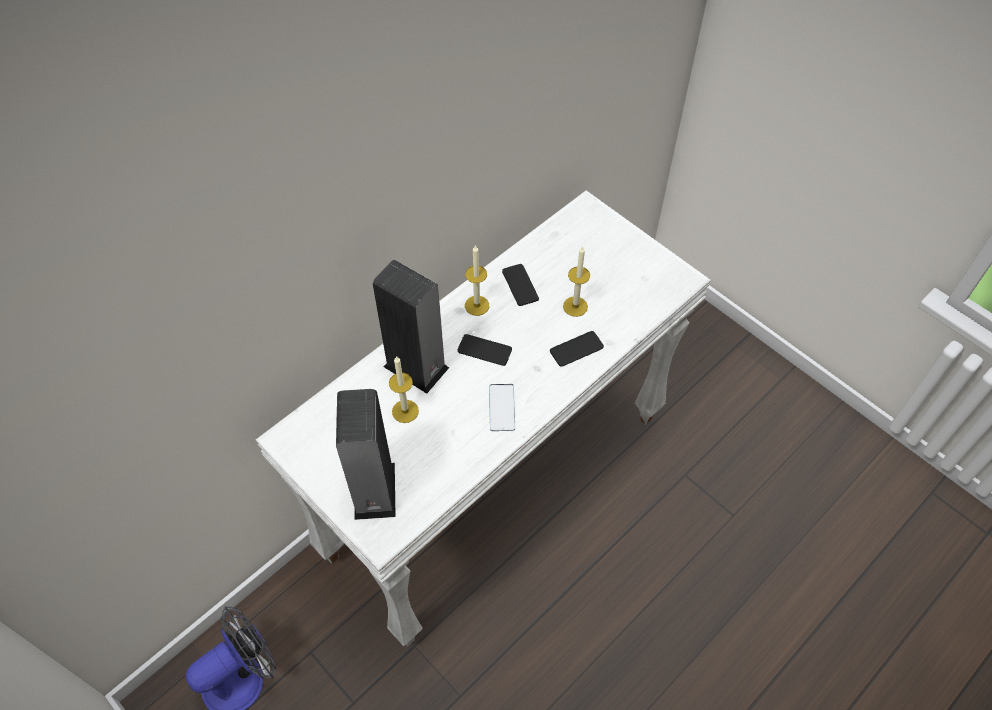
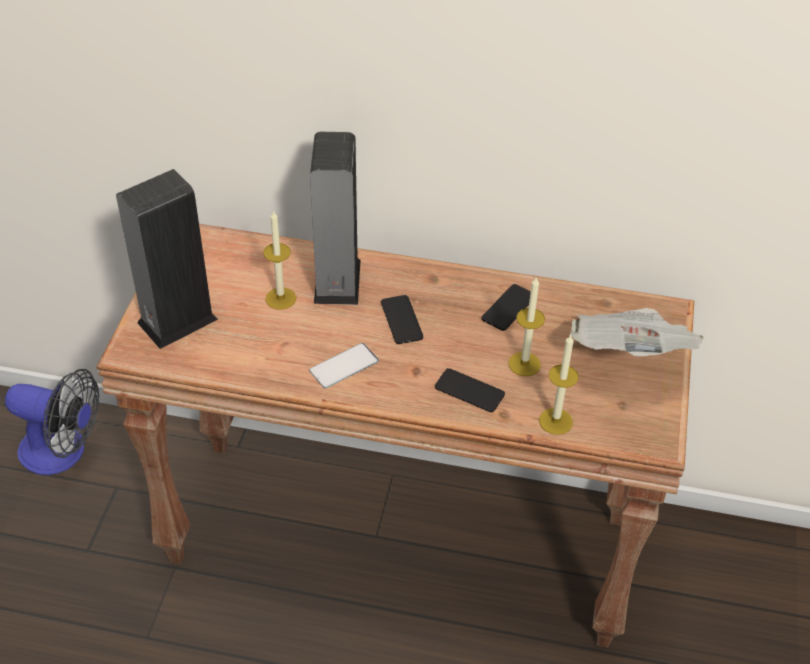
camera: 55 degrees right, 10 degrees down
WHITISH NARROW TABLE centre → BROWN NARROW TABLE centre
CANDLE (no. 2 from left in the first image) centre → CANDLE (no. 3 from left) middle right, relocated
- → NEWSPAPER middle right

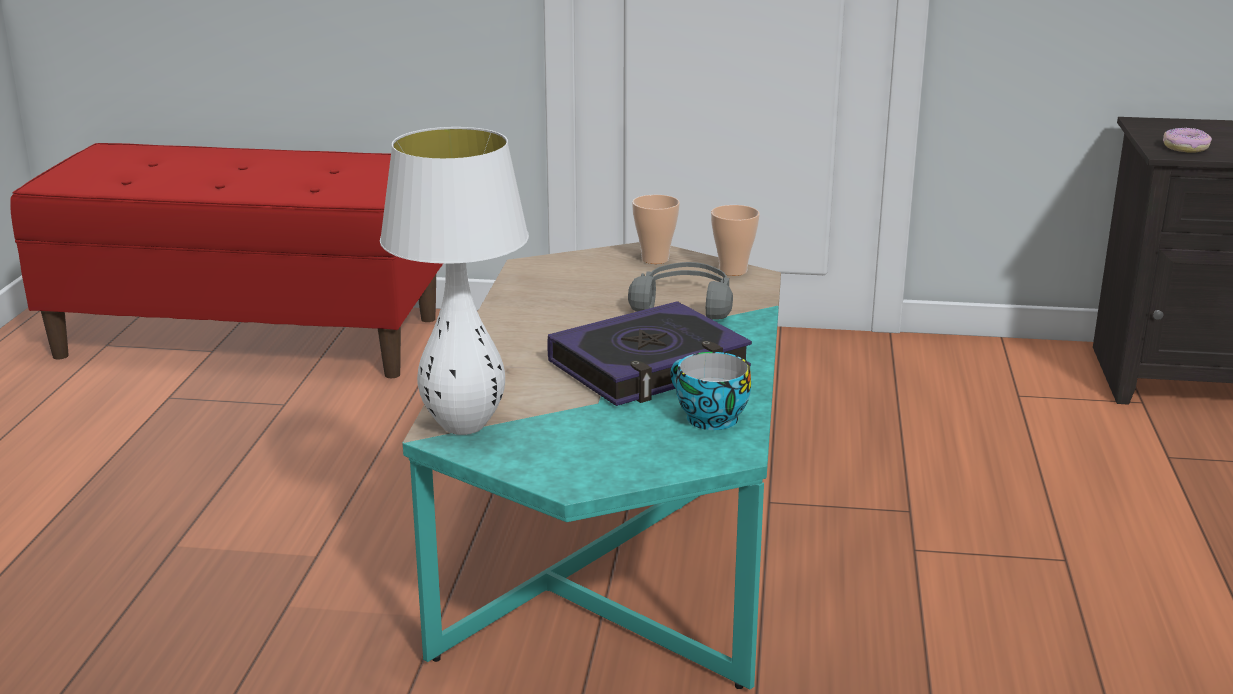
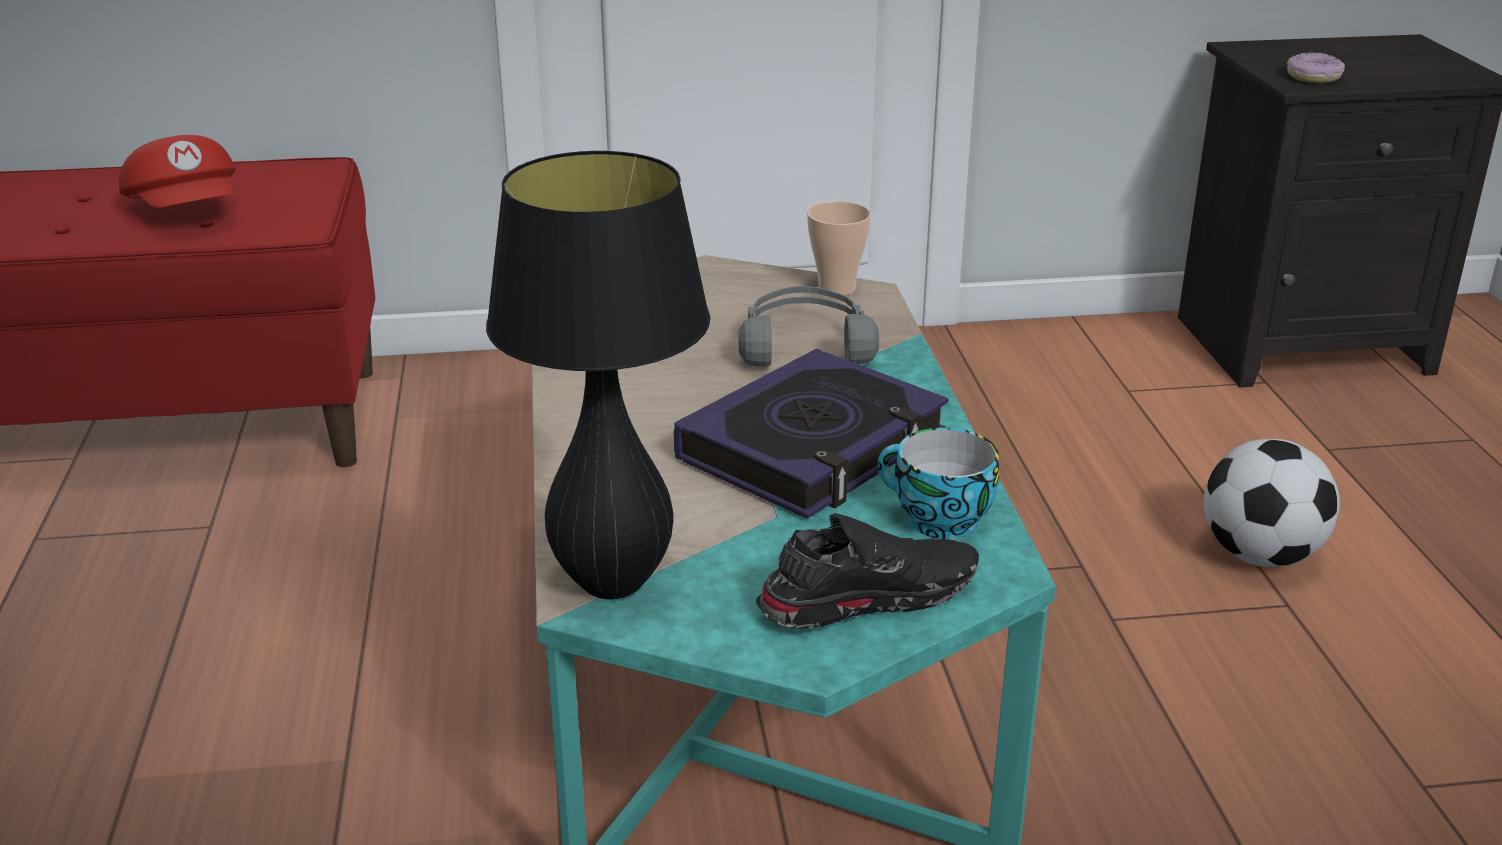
camera: 15 degrees left, 5 degrees up
WHITISH TABLE LAMP centre → BLACKISH TABLE LAMP centre
CUP (no. 1 from left) top centre → -
- → RED PEAKED CAP top left
- → BLACKISH ITEM OF FOOTWEAR bottom centre
- → FOOTBALL BALL middle right

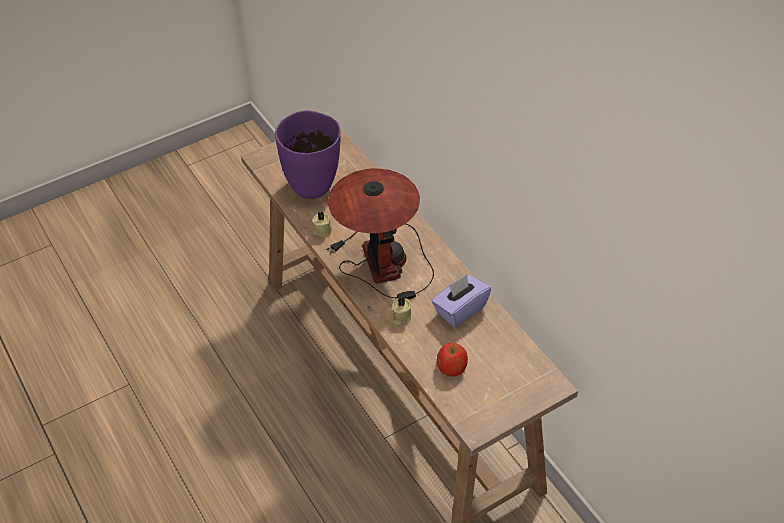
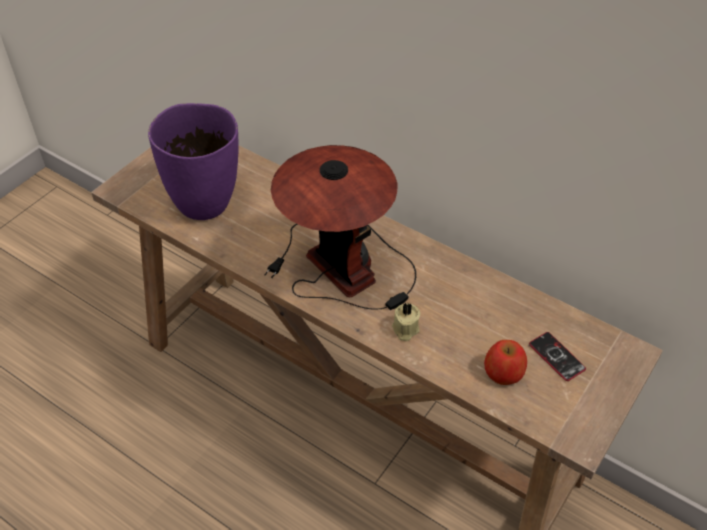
camera: 25 degrees left, 0 degrees up
BEIGE CANDLE (no. 1 from left) centre → -
PURPLISH TISSUE BOX centre → -
- → HANDSET bottom right

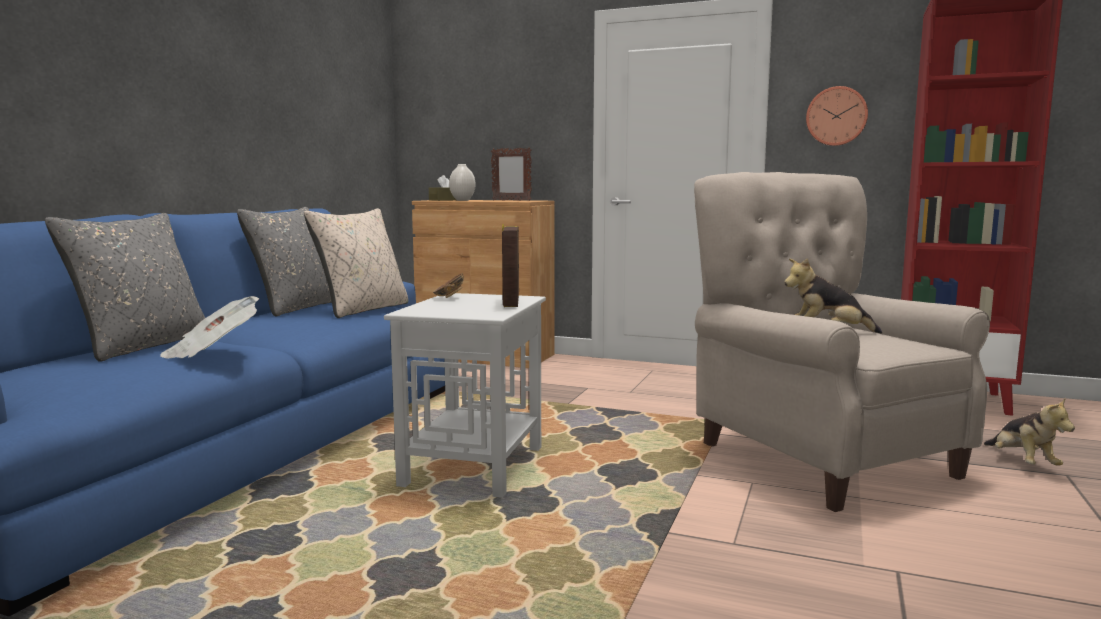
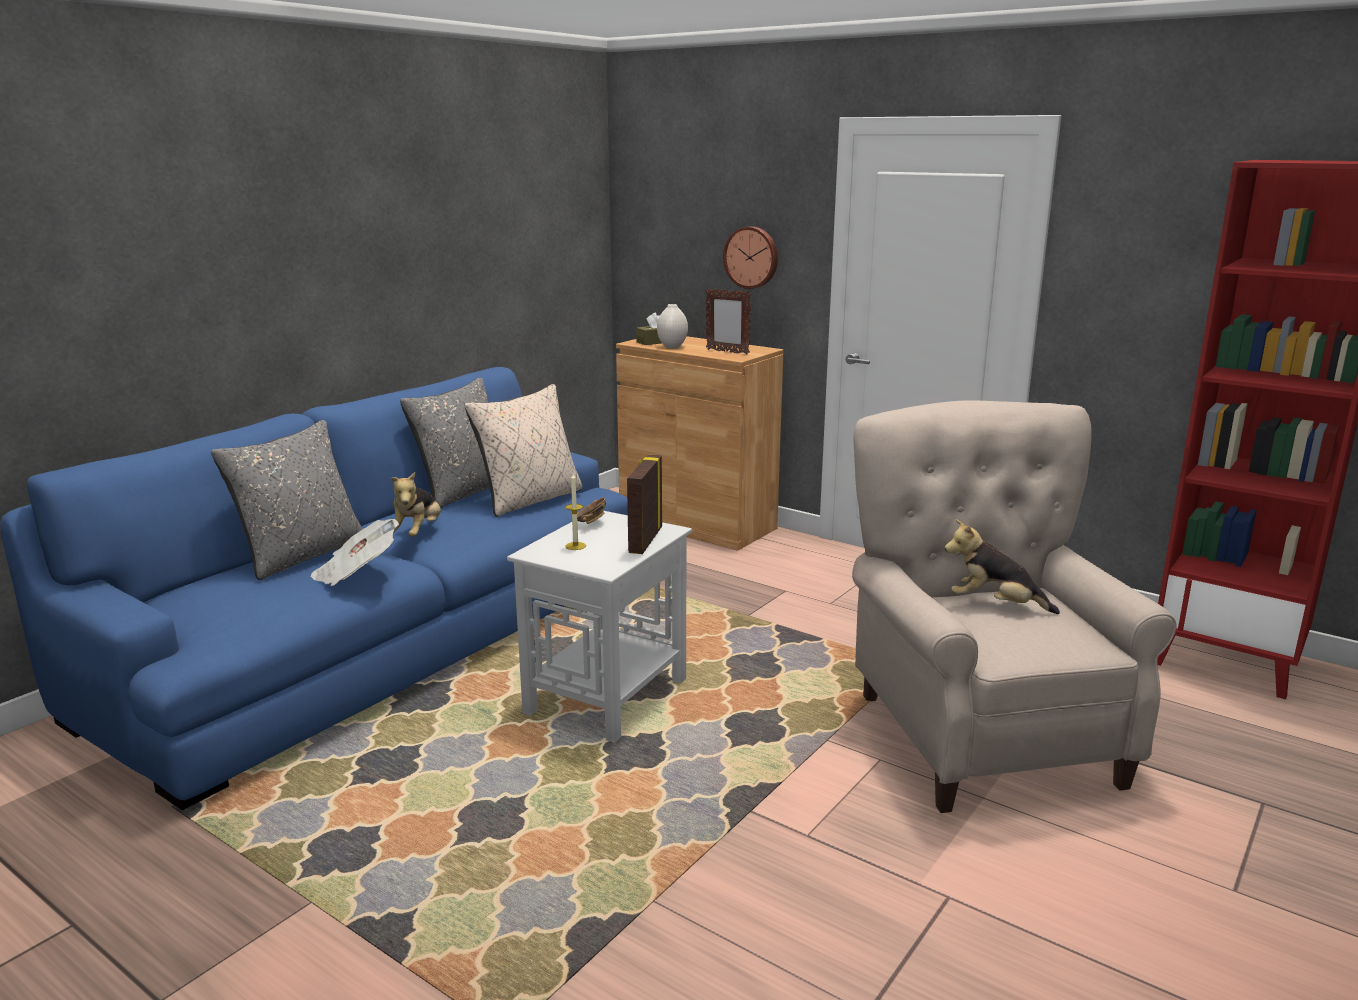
camera: 15 degrees right, 10 degrees up
HANGING CLOCK top right → HANGING CLOCK top centre, relocated
CUDDLY TOY (no. 2 from left in the first image) bottom right → CUDDLY TOY (no. 1 from left) middle left, relocated
- → CANDLE centre

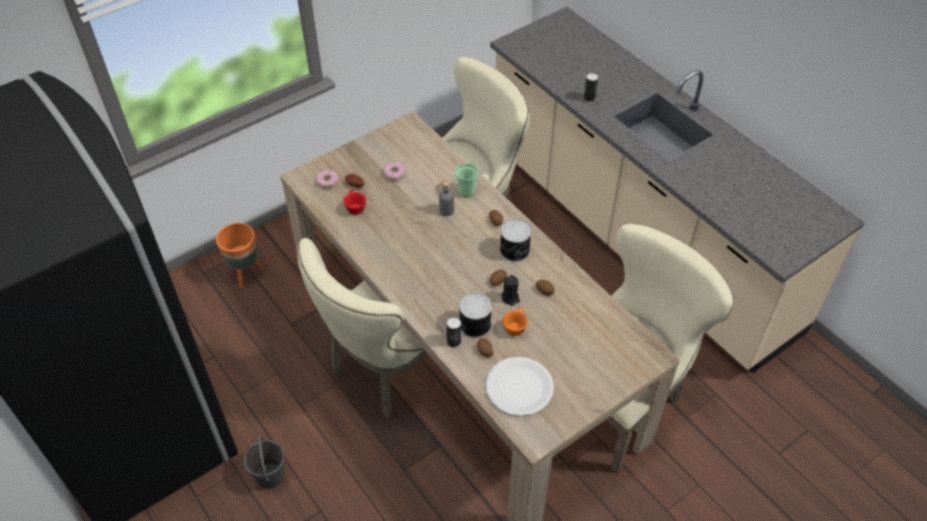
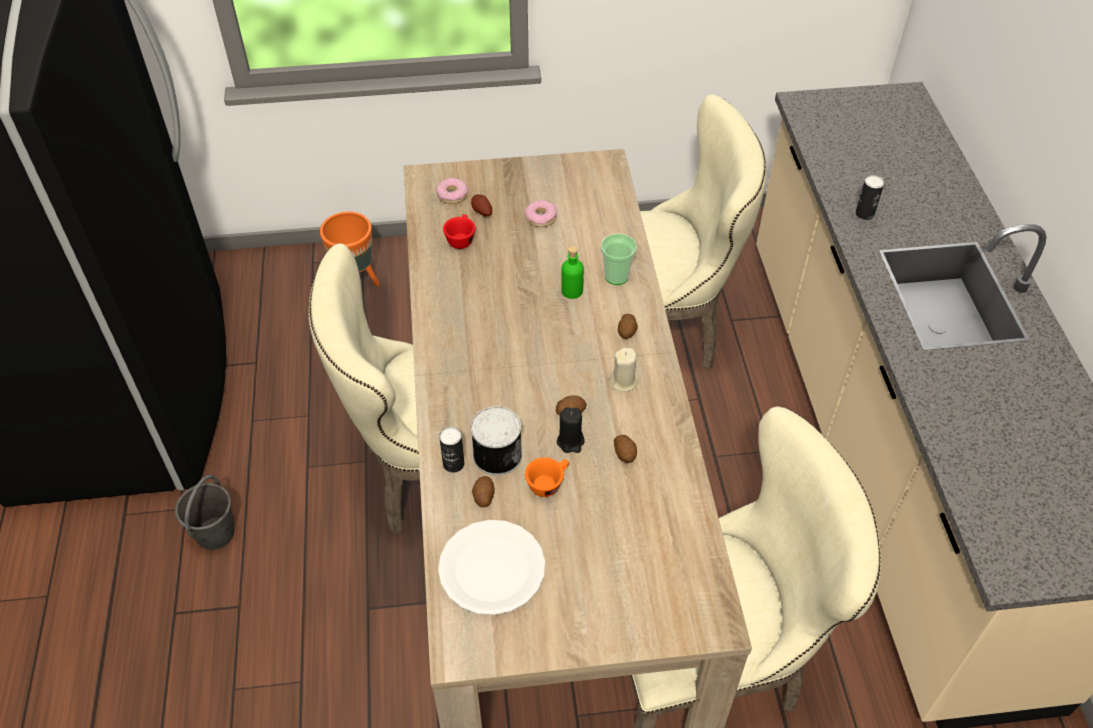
camera: 30 degrees right, 0 degrees up
GRAY BOTTLE centre → GREEN BOTTLE centre
METAL CAN (no. 3 from left) centre → BEIGE CANDLE centre

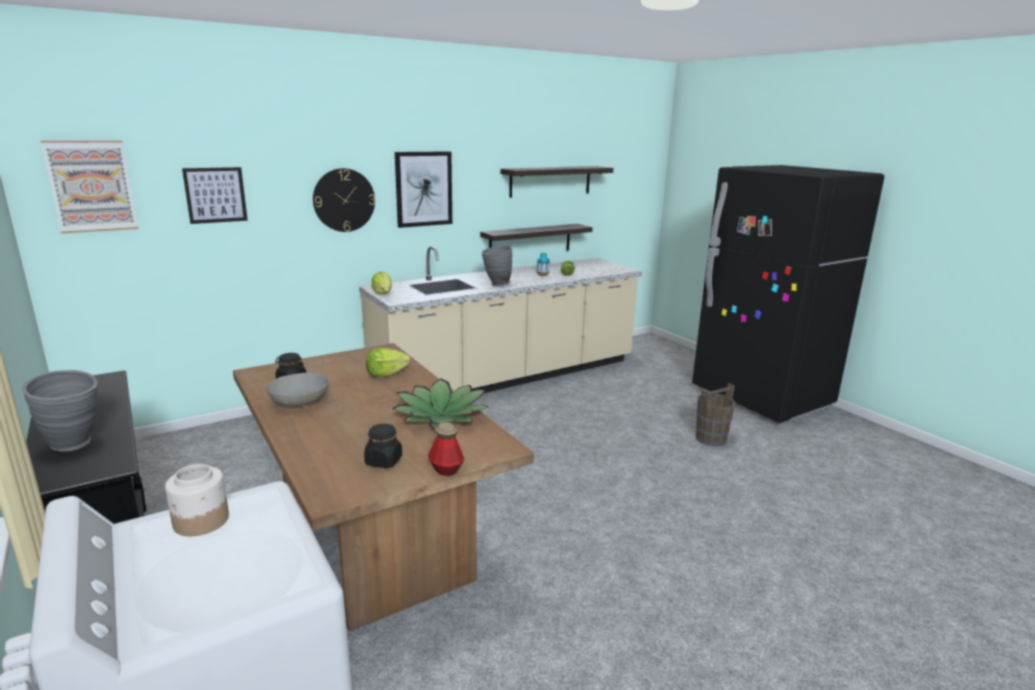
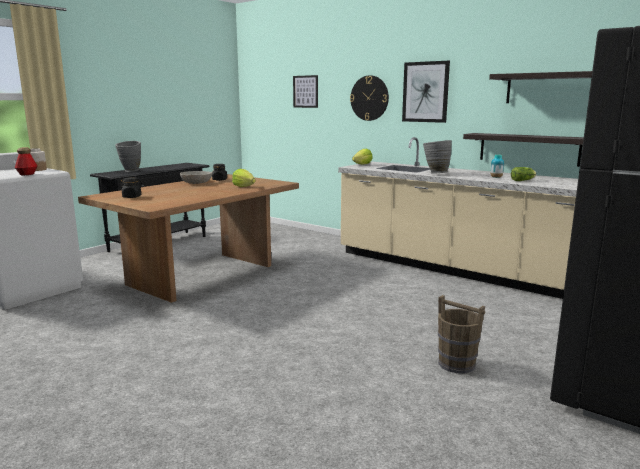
camera: 70 degrees right, 5 degrees down
PICTURE (no. 1 from left) top left → -
POTTED PLANT centre → -
BOTTLE centre → BOTTLE middle left, relocated

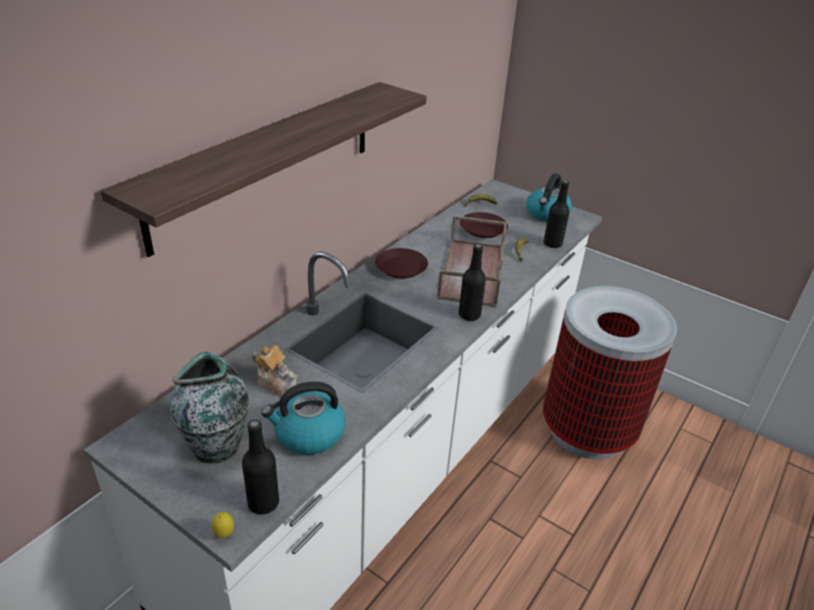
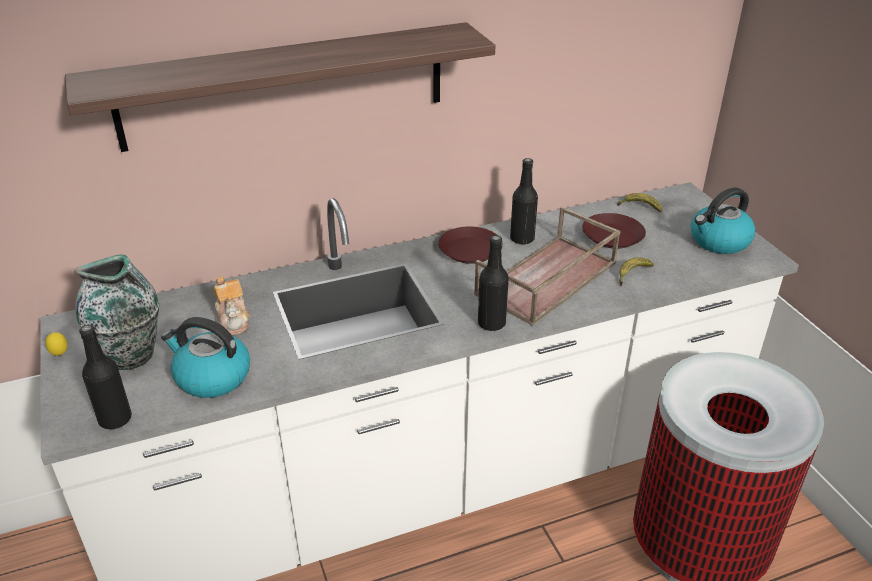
camera: 35 degrees right, 0 degrees up
LEMON bottom left → LEMON middle left, relocated
BLACKISH BOTTLE (no. 3 from left) middle right → BLACKISH BOTTLE (no. 3 from left) centre, relocated

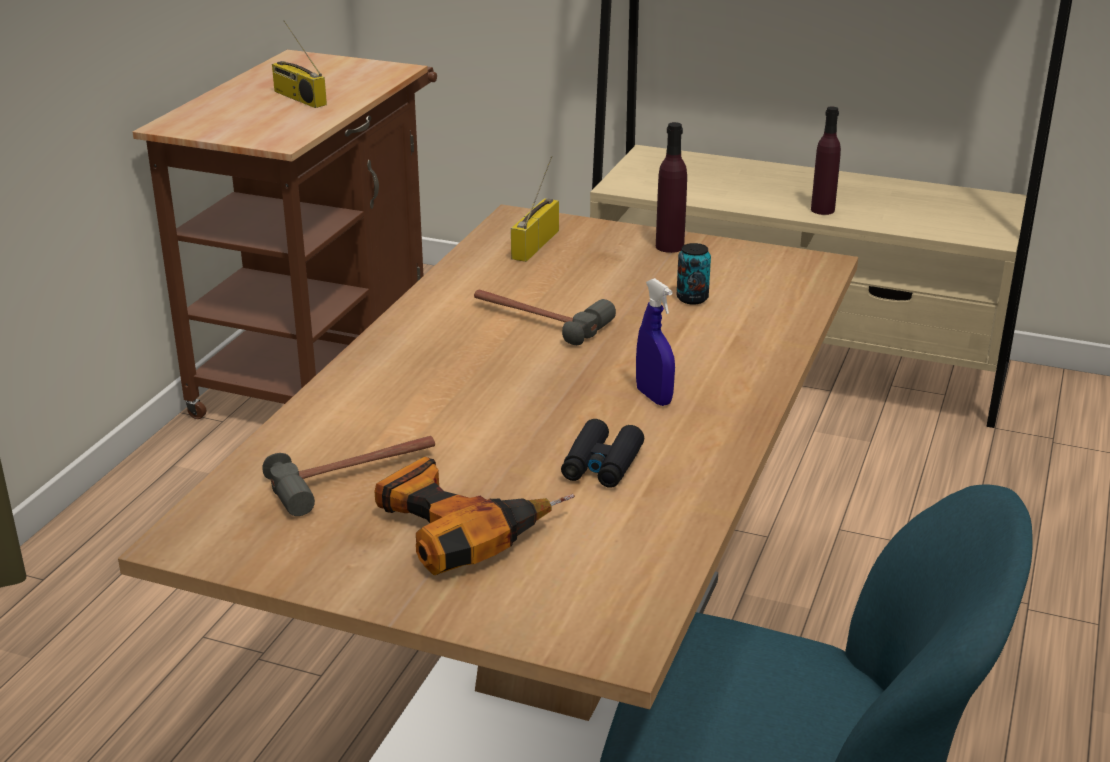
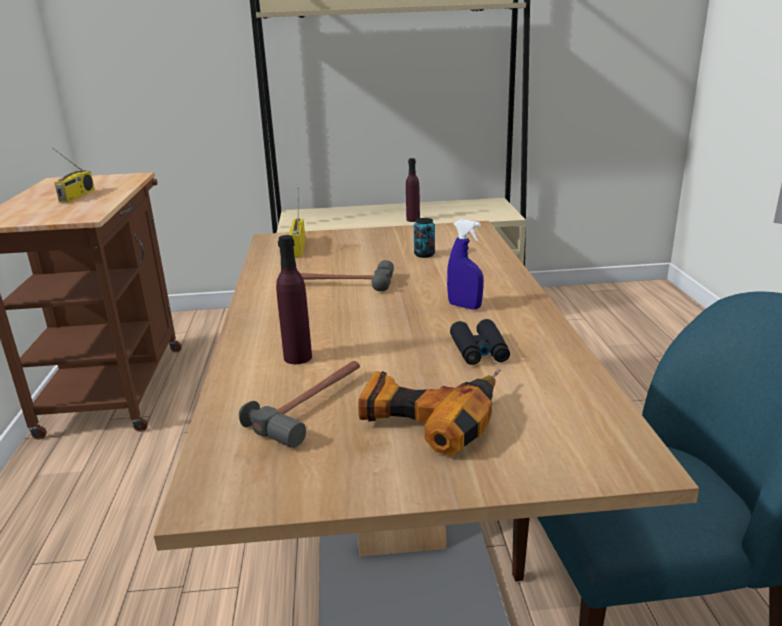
camera: 25 degrees left, 5 degrees down
RADIO SET (no. 1 from left) top left, 105 degrees counterclockwise
PURPLISH BOTTLE (no. 1 from left) top centre → PURPLISH BOTTLE (no. 1 from left) centre, relocated

